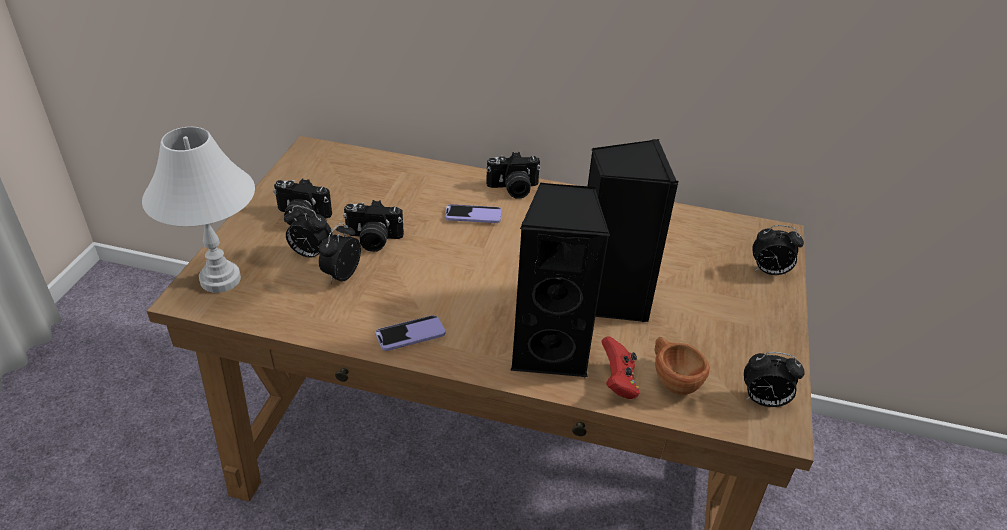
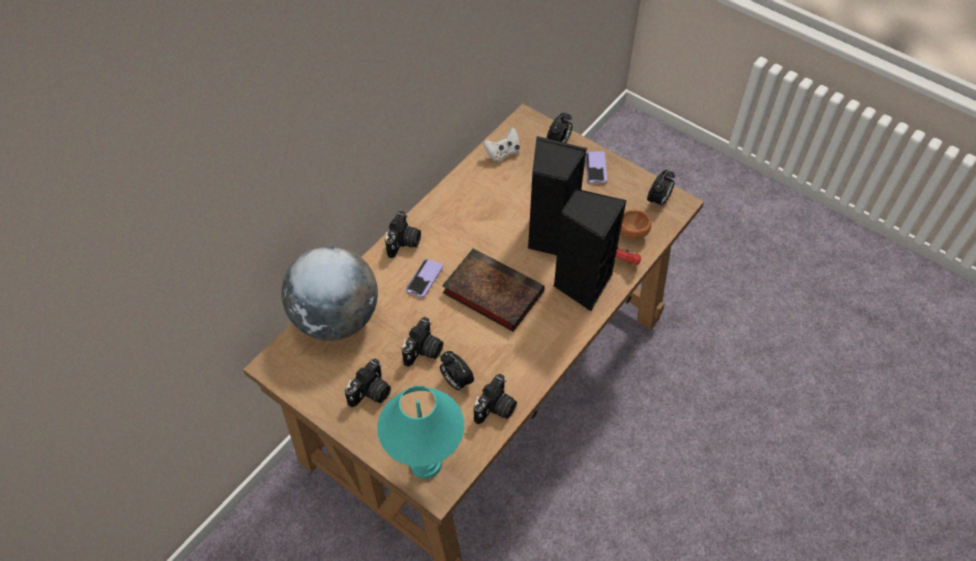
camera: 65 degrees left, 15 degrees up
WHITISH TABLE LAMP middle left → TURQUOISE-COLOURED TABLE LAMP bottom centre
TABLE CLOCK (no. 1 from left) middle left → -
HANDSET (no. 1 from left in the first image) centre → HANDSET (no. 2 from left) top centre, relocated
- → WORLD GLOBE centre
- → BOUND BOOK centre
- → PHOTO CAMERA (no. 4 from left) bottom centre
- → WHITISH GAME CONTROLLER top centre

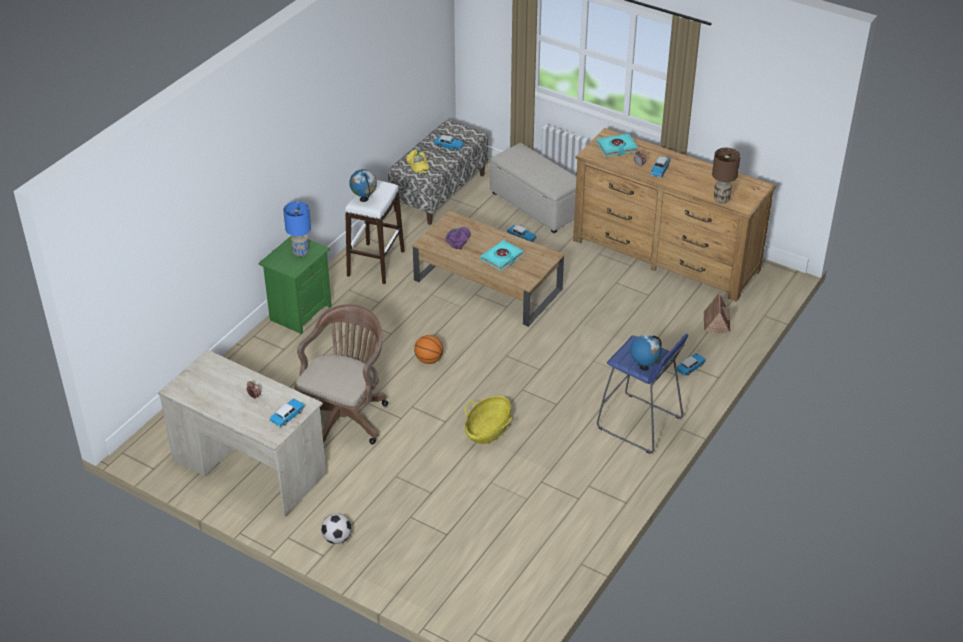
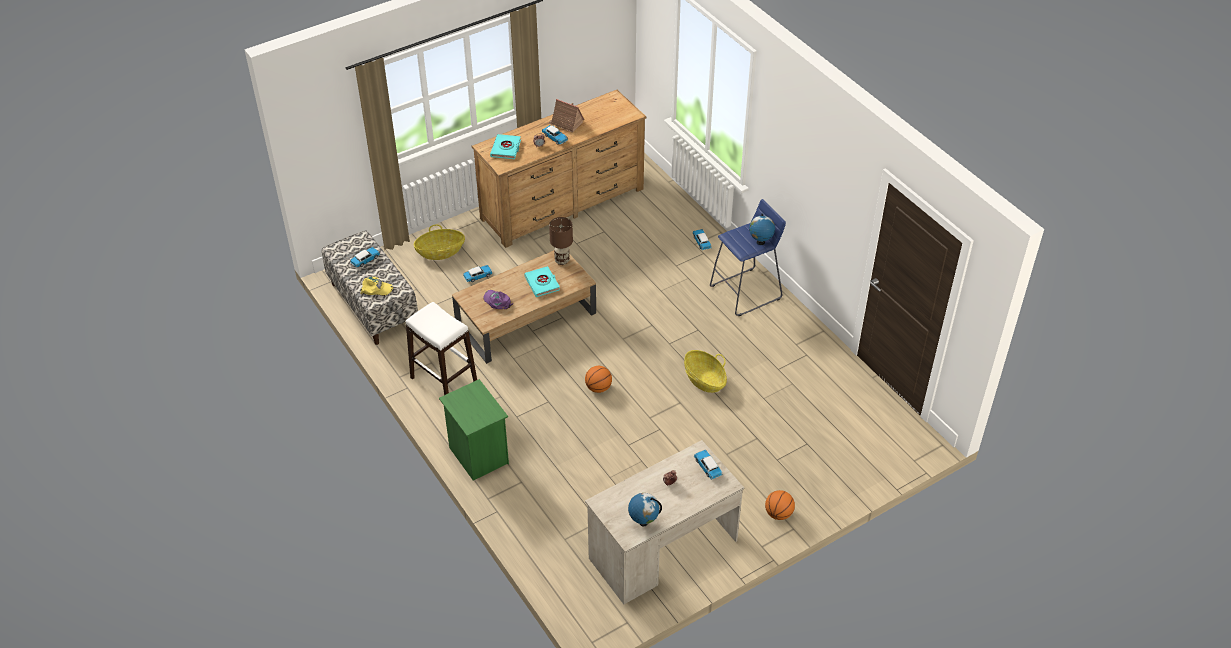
camera: 65 degrees left, 5 degrees up
BLUE-COLOURED TABLE LAMP middle left → -
BROWN COMPUTER CHAIR centre → -
FOOTBALL BALL bottom centre → BASKETBALL BALL (no. 2 from left) bottom centre
WORLD GLOBE (no. 1 from left) top centre → WORLD GLOBE (no. 1 from left) bottom centre, relocated
BEIGE POUFFE top centre → HOUSEHOLD BASKET (no. 1 from left) centre
MODEL HOUSE middle right → MODEL HOUSE top centre, relocated
BROWN TABLE LAMP top right → BROWN TABLE LAMP centre, relocated

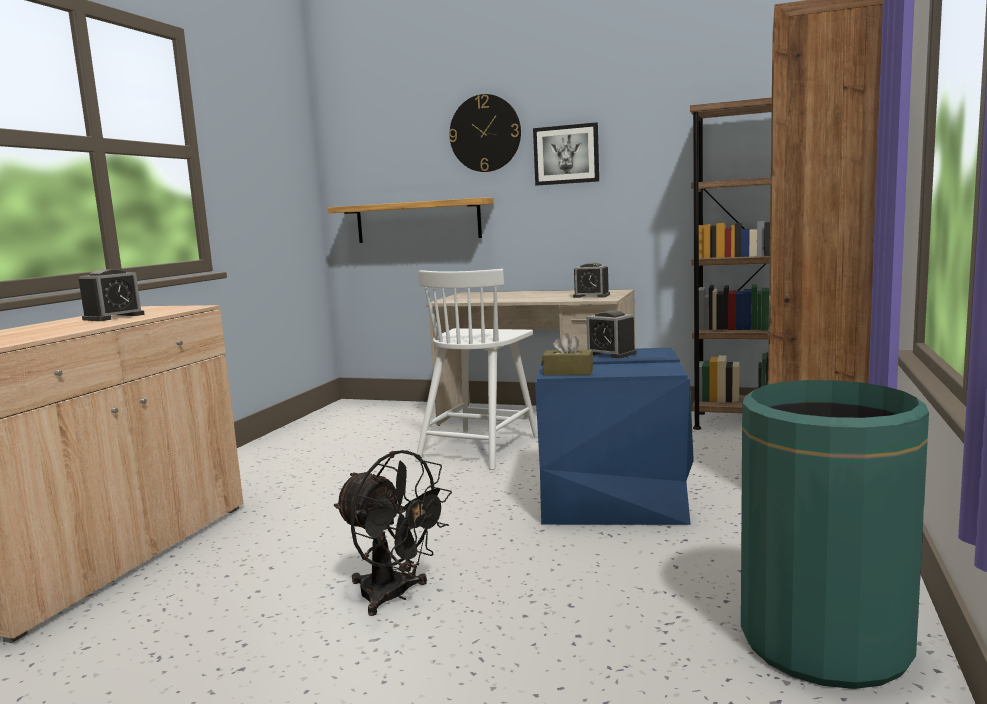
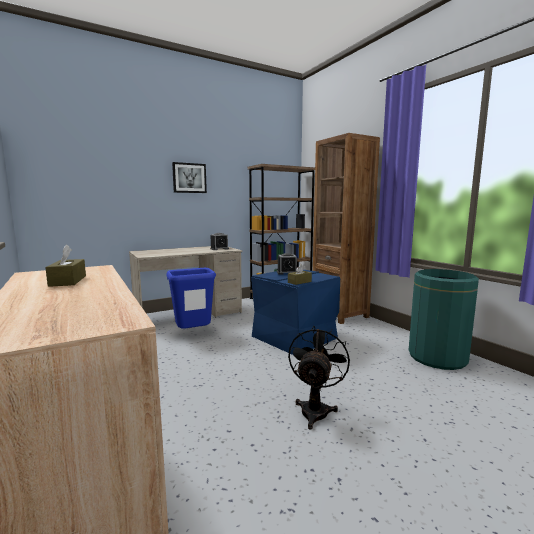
camera: 50 degrees left, 0 degrees up
TABLE CLOCK (no. 1 from left) middle left → BROWN TISSUE BOX (no. 1 from left) middle left
SHELF top centre → -
BLACKISH ELECTRIC FAN bottom centre, 60 degrees counterclockwise
WHITISH CHAIR centre → BLUE-COLOURED TRASH CAN centre
HANGING CLOCK top centre → -

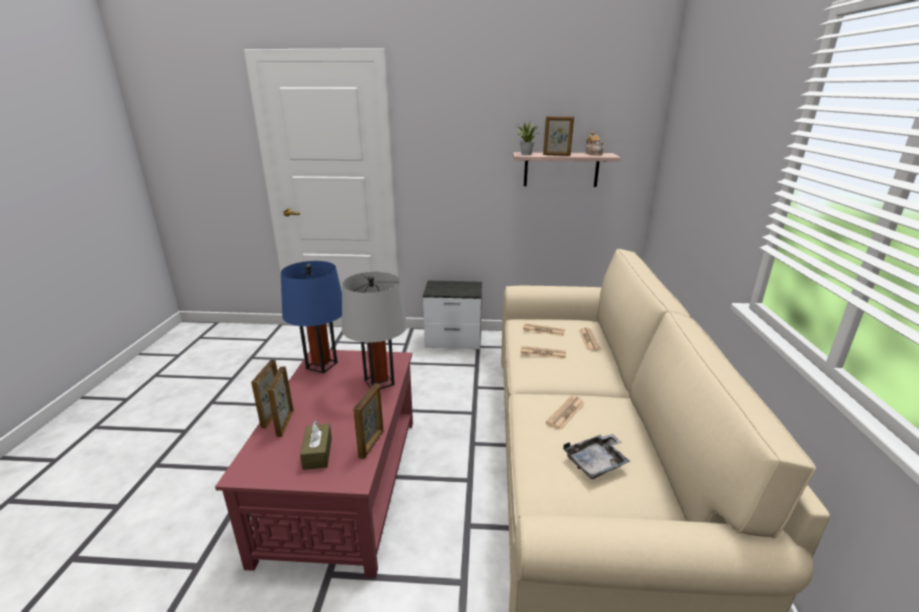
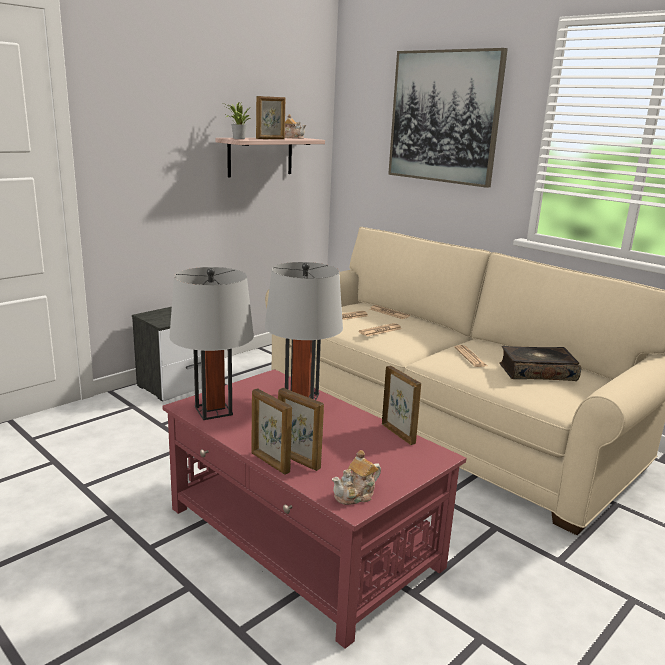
camera: 50 degrees left, 5 degrees down
BLUE-COLOURED TABLE LAMP centre → GRAY TABLE LAMP (no. 1 from left) middle left
BROWN TISSUE BOX bottom centre → -
GRAY CARRYING TRAY bottom centre → BOUND BOOK middle right
- → TEAPOT (no. 2 from left) bottom centre
- → PICTURE top right

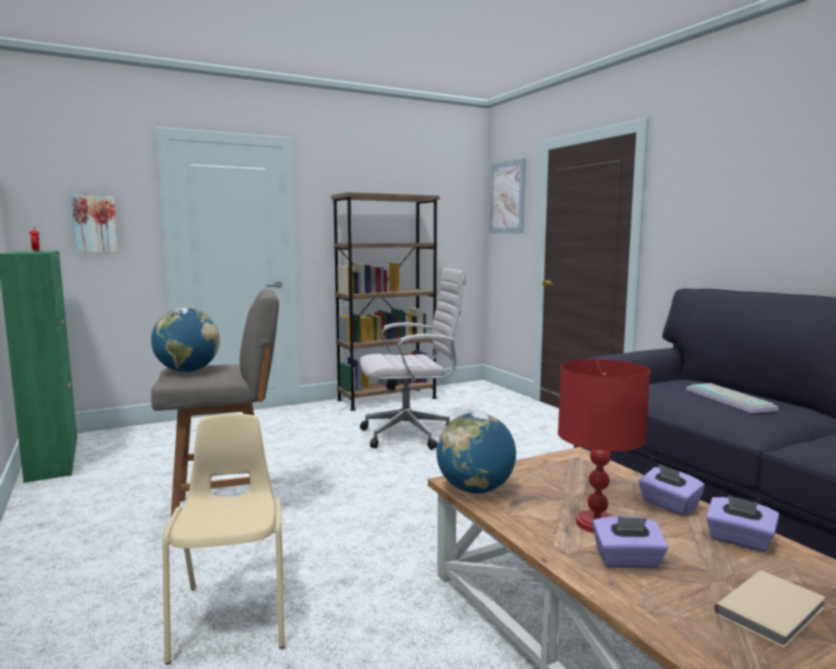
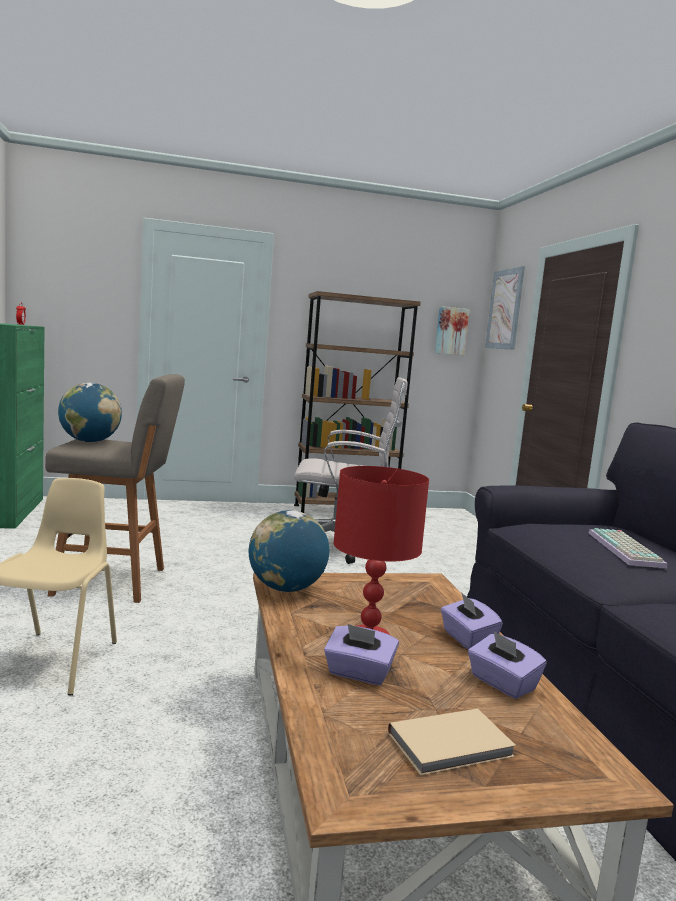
camera: 15 degrees right, 0 degrees up
PICTURE (no. 1 from left) middle left → PICTURE (no. 1 from left) middle right, relocated

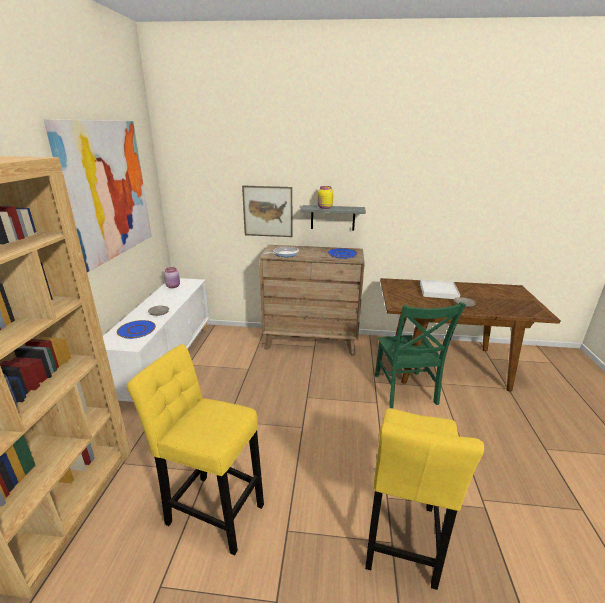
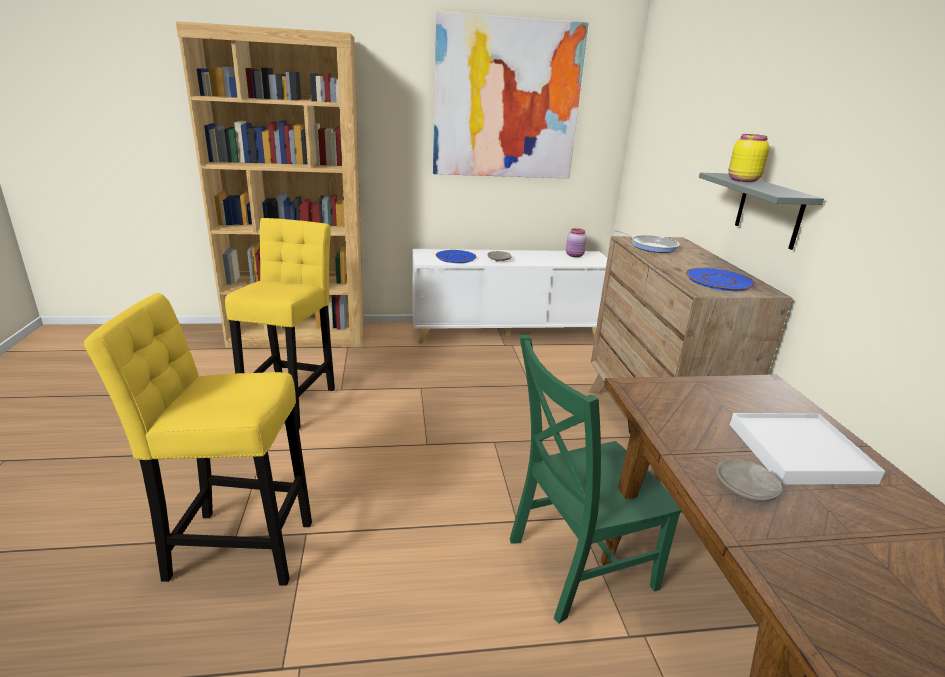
camera: 75 degrees right, 0 degrees up
PICTURE (no. 2 from left) centre → -

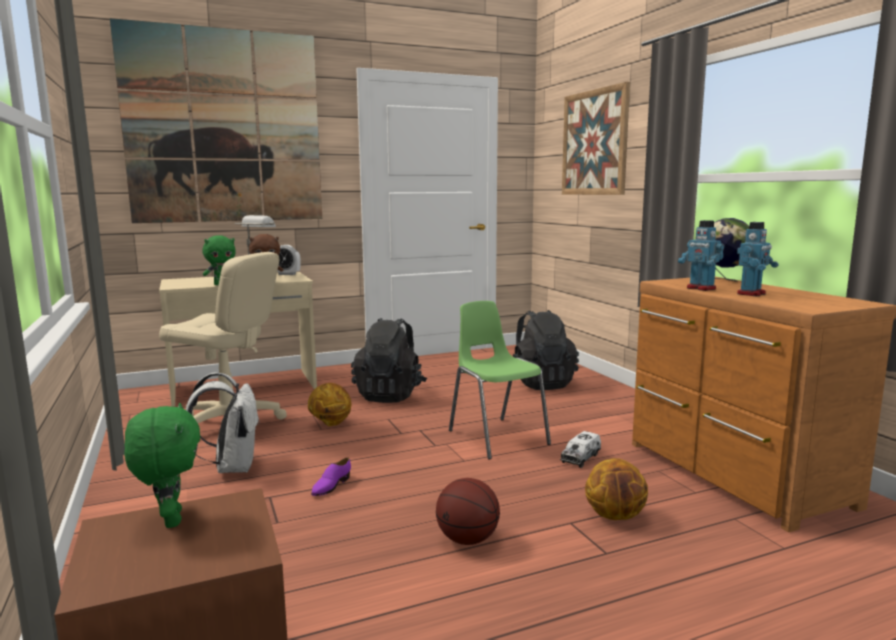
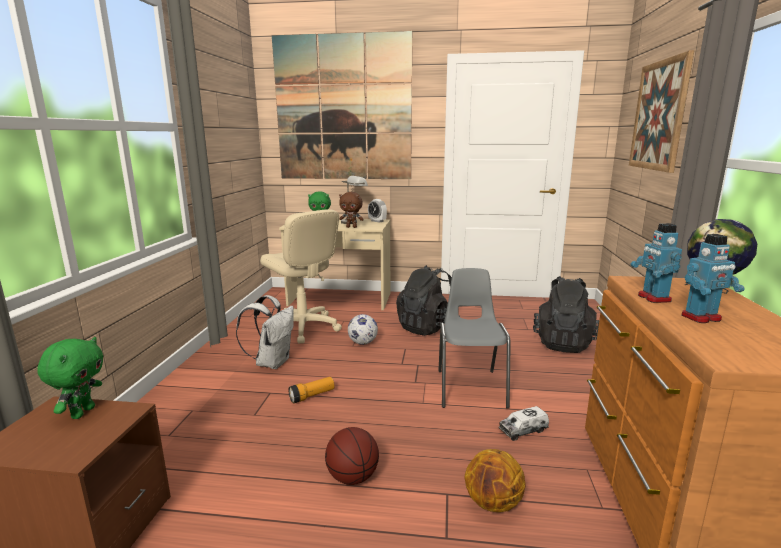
camera: 30 degrees right, 5 degrees up
BASKETBALL BALL (no. 1 from left) centre → FOOTBALL BALL centre
PURPLISH ITEM OF FOOTWEAR bottom centre → FLASHLIGHT bottom centre
GREEN CHAIR centre → GRAY CHAIR centre

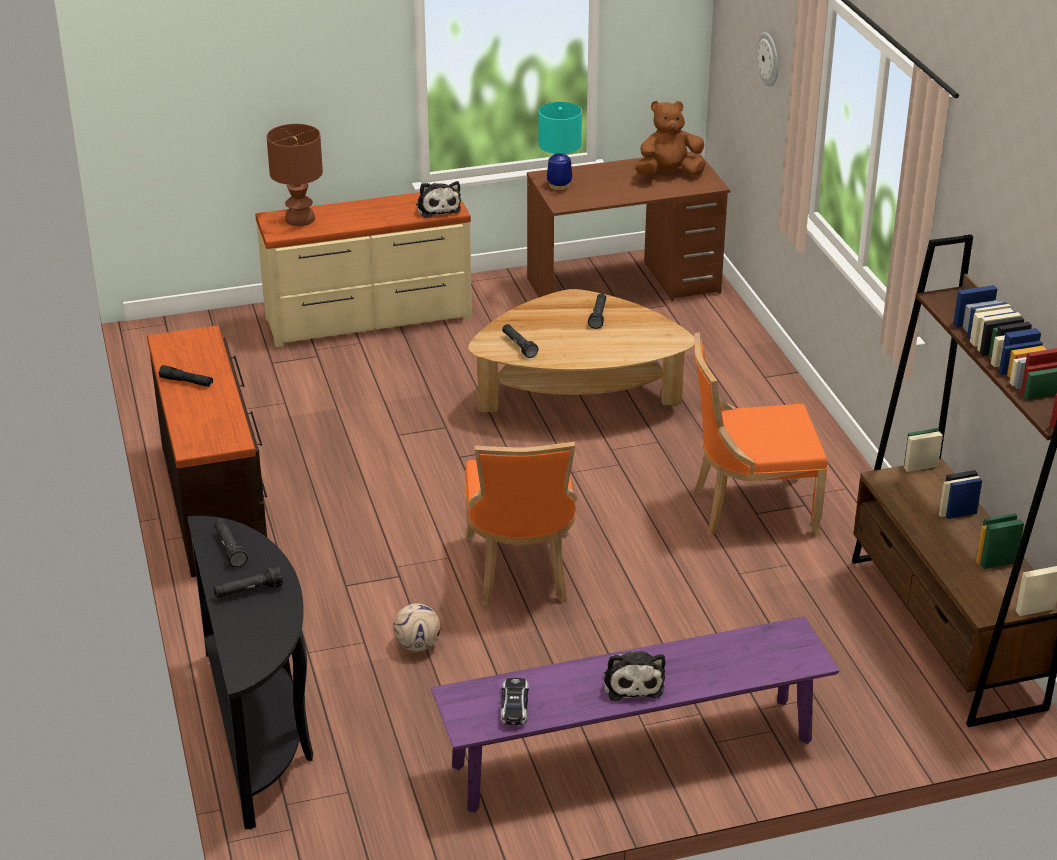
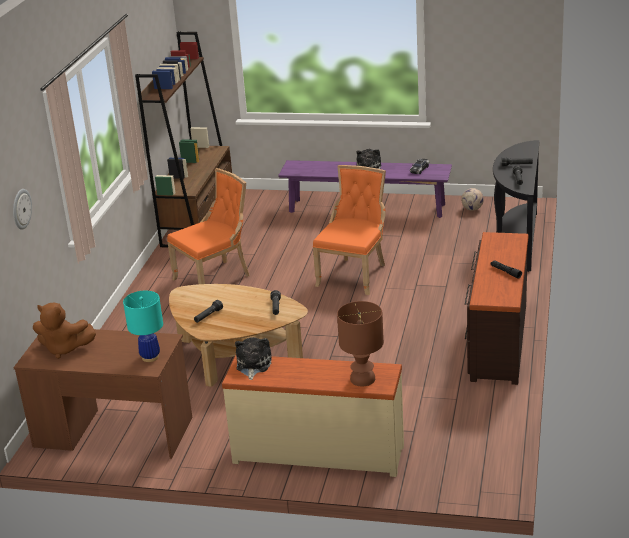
camera: 150 degrees left, 5 degrees down
FOOTBALL BALL bottom centre → FOOTBALL BALL middle right, relocated
ORANGE CHAIR (no. 2 from left in the first image) middle right → ORANGE CHAIR (no. 1 from left) middle left, 60 degrees counterclockwise

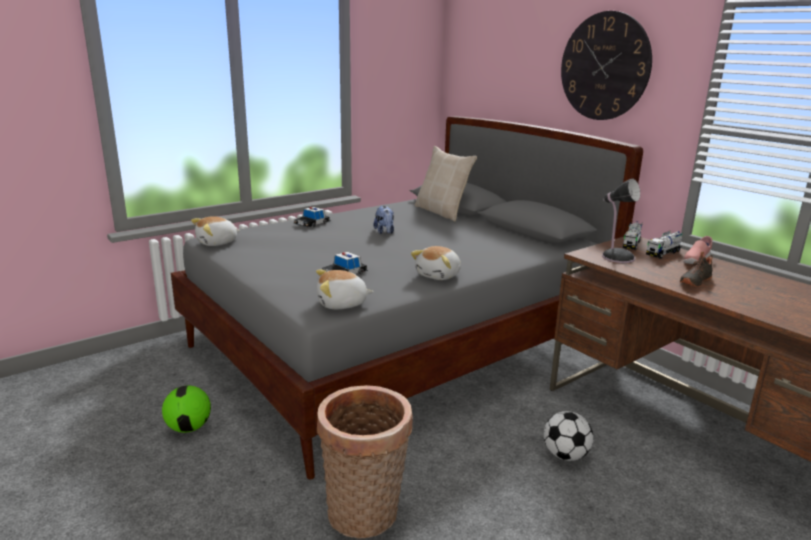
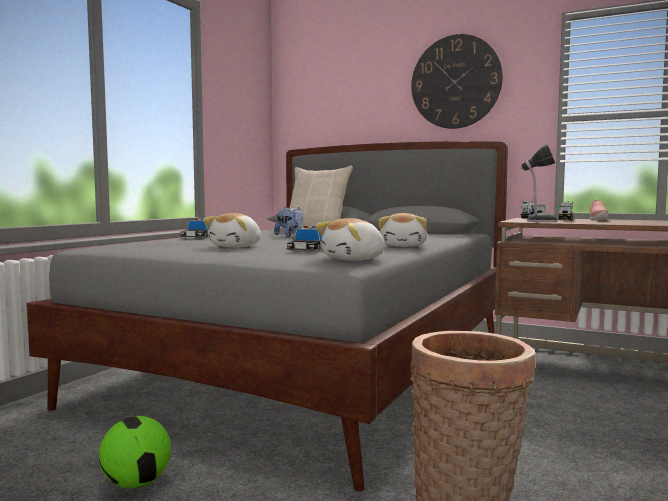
camera: 25 degrees left, 15 degrees down
CUDDLY TOY (no. 1 from left) middle left → CUDDLY TOY (no. 1 from left) centre, relocated
FOOTBALL BALL (no. 2 from left) bottom right → -
BLACKISH ITEM OF FOOTWEAR middle right → -

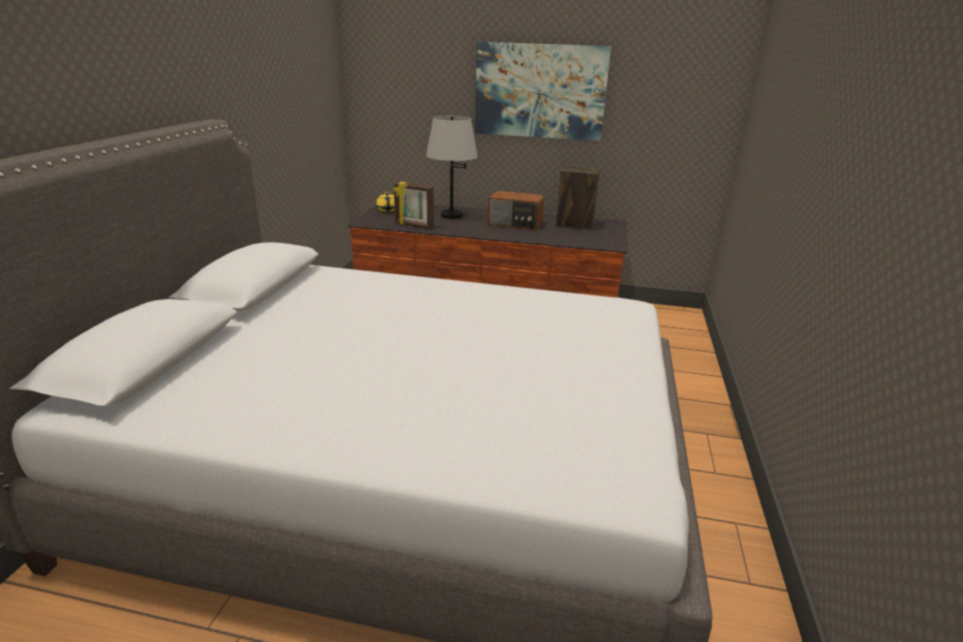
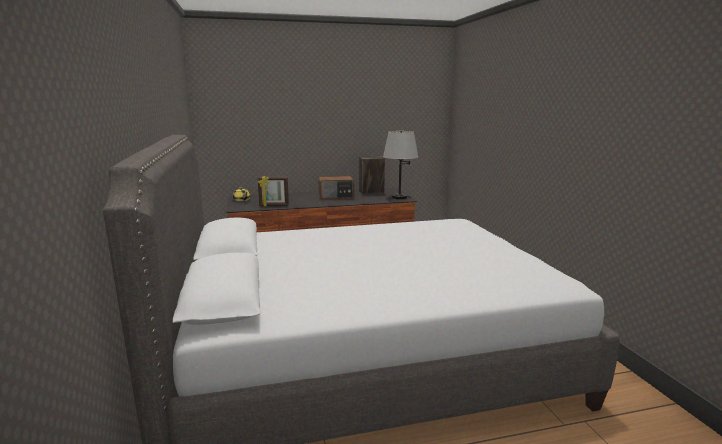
camera: 25 degrees left, 10 degrees down
GRAY TABLE LAMP top centre → GRAY TABLE LAMP centre, relocated
PICTURE top centre → -

